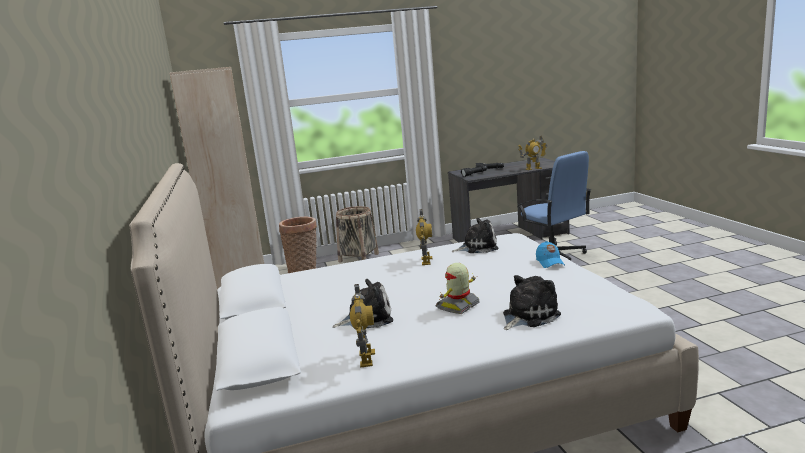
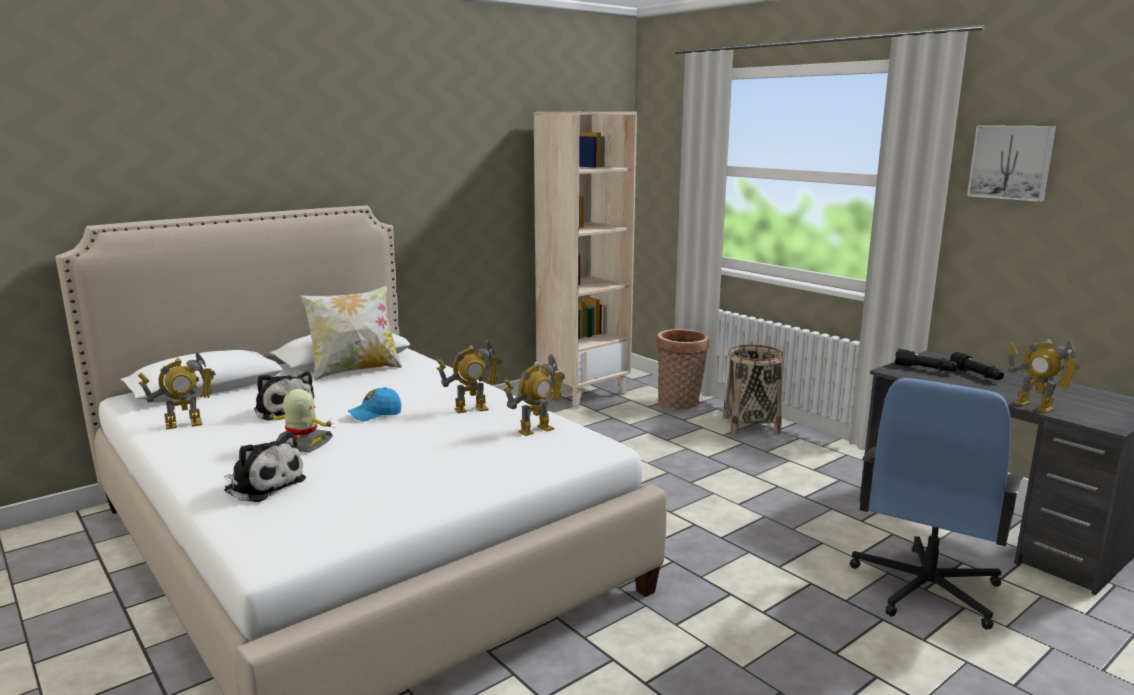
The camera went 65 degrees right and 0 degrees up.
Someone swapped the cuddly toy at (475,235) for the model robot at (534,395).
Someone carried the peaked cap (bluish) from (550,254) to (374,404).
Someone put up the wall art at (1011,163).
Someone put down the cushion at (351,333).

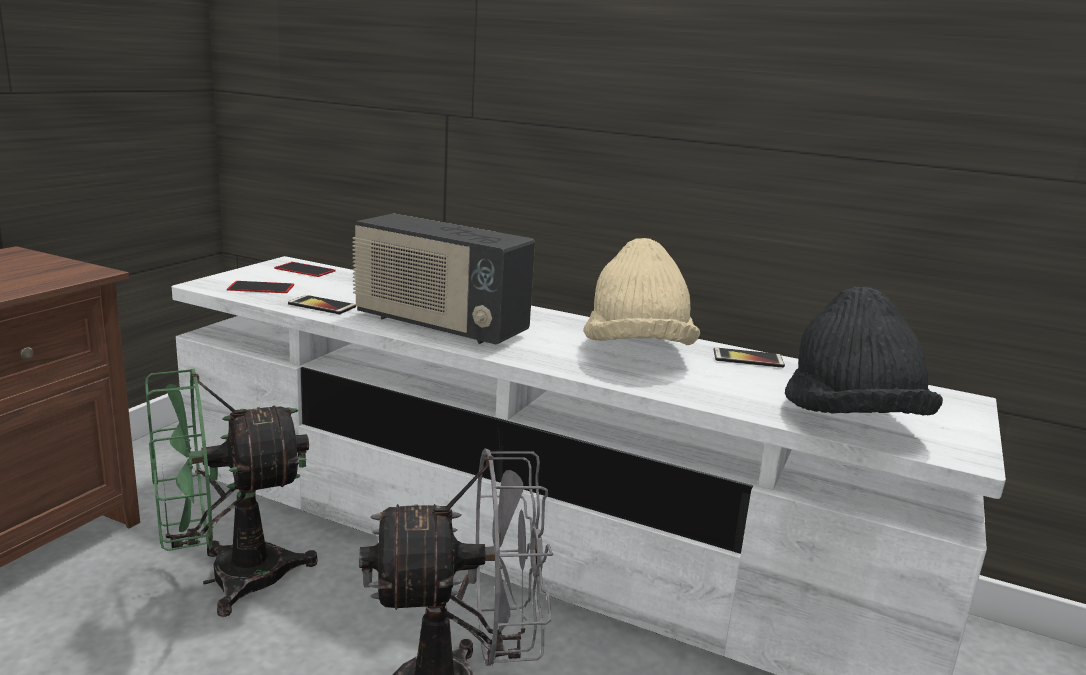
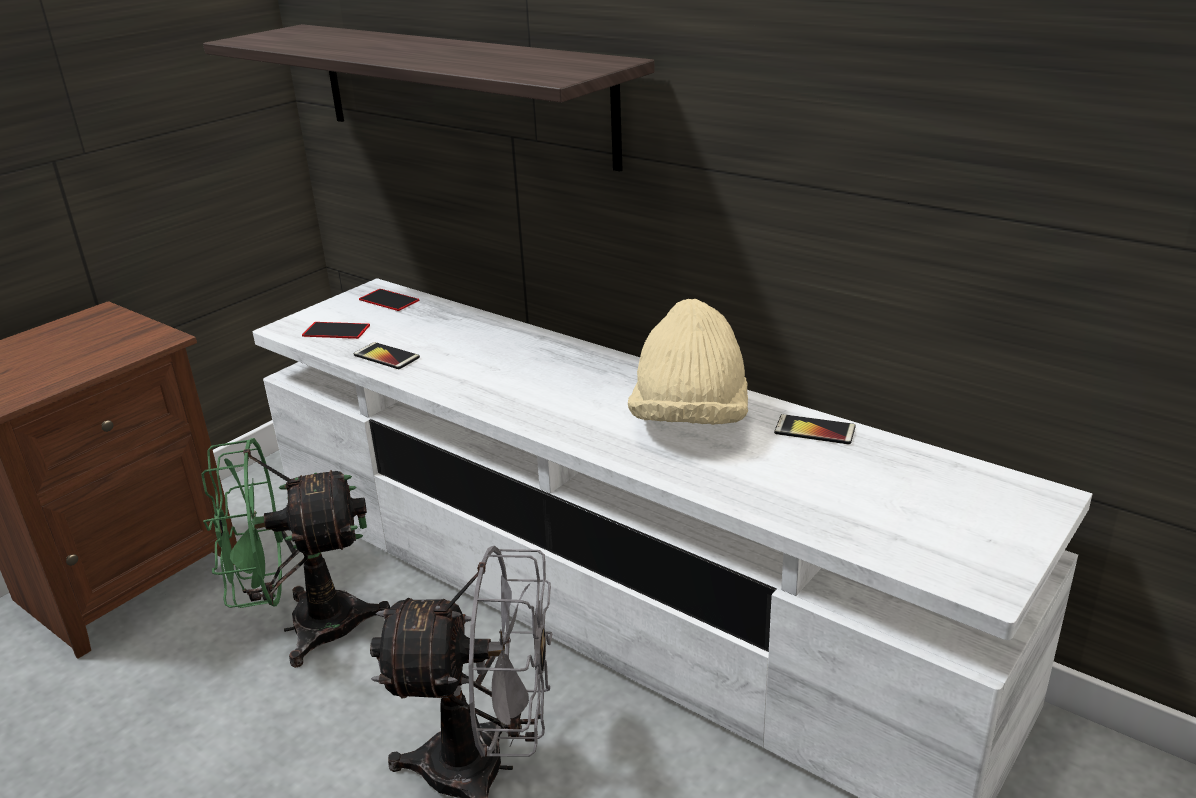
The camera went 15 degrees right and 10 degrees up.
Someone took away the radio receiver at (443,279).
Someone took away the hat (black) at (864,351).
Someone put up the wall shelf at (429,98).

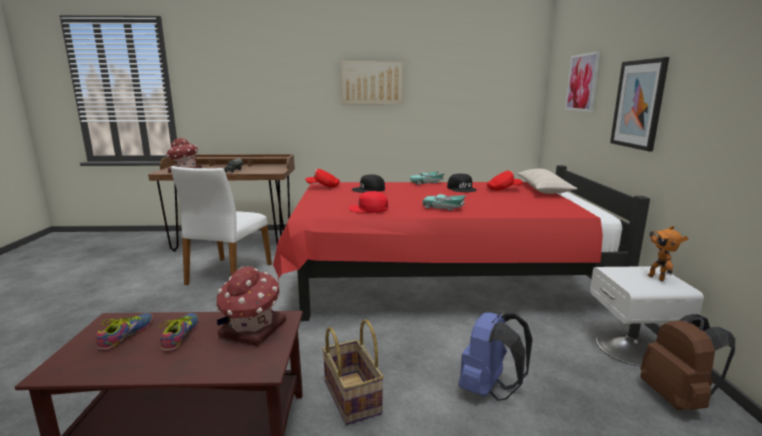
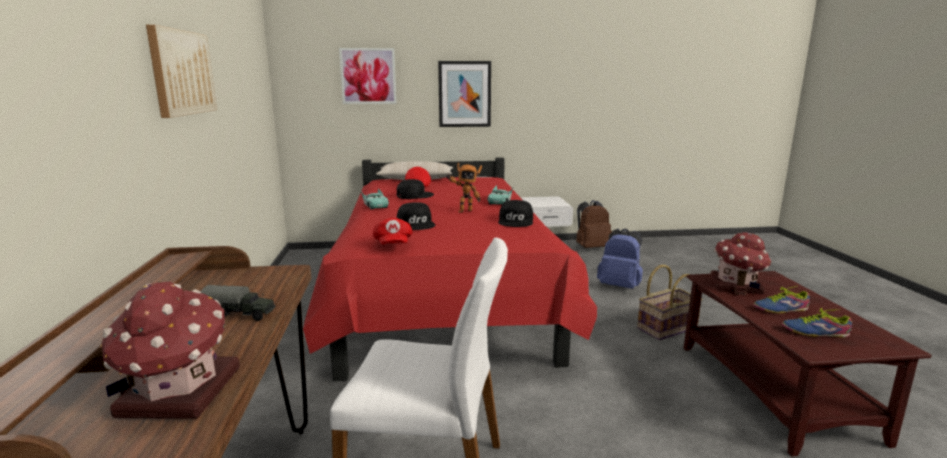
The camera went 95 degrees left and 0 degrees up.
Someone repainted the peaked cap (red-coloured) at (368,202), which became the peaked cap (black) at (515,213).
Someone carried the model robot from (668,253) to (464,188).

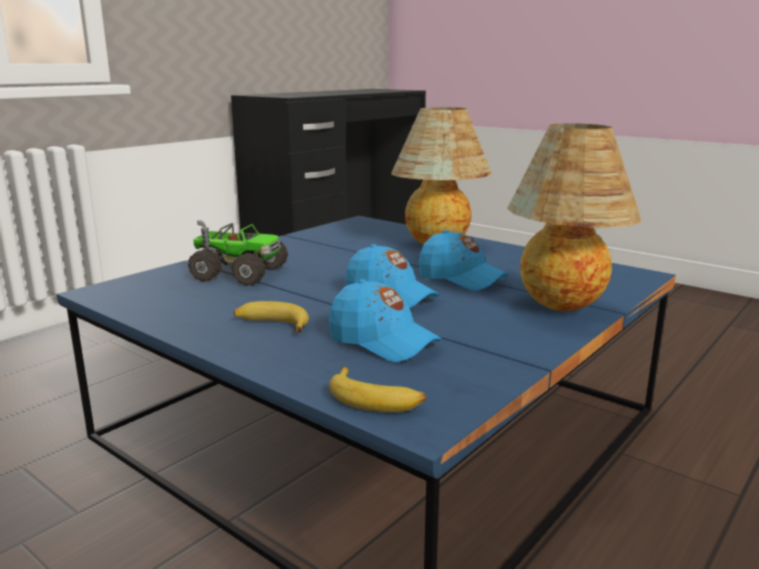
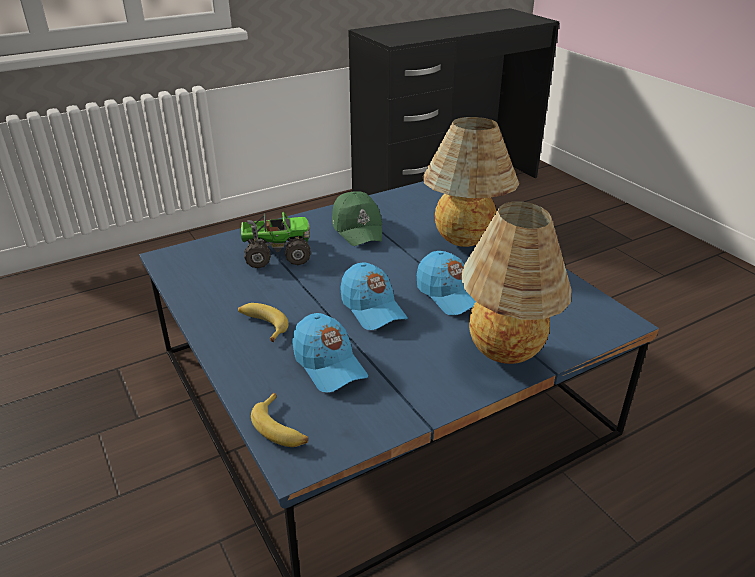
The camera went 20 degrees right and 15 degrees up.
Someone rotated the toy truck at (238,253) by 45 degrees counterclockwise.
Someone put down the peaked cap (green) at (357,218).

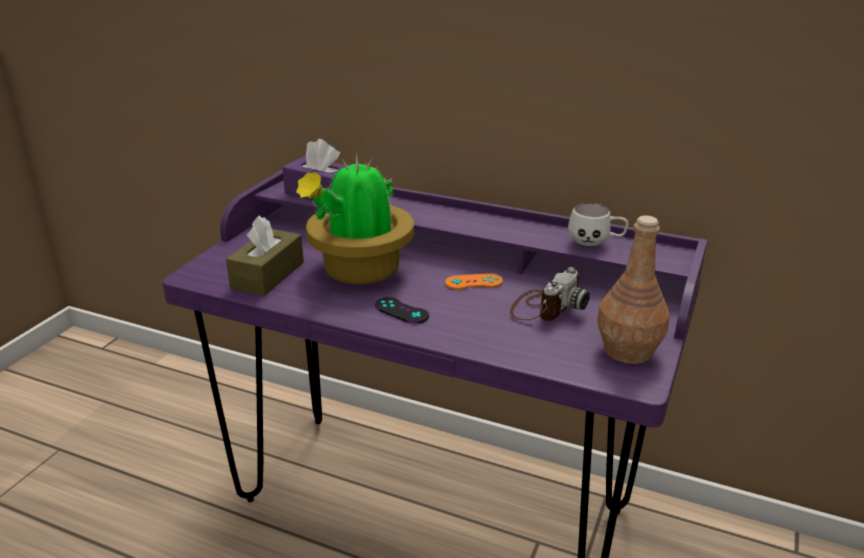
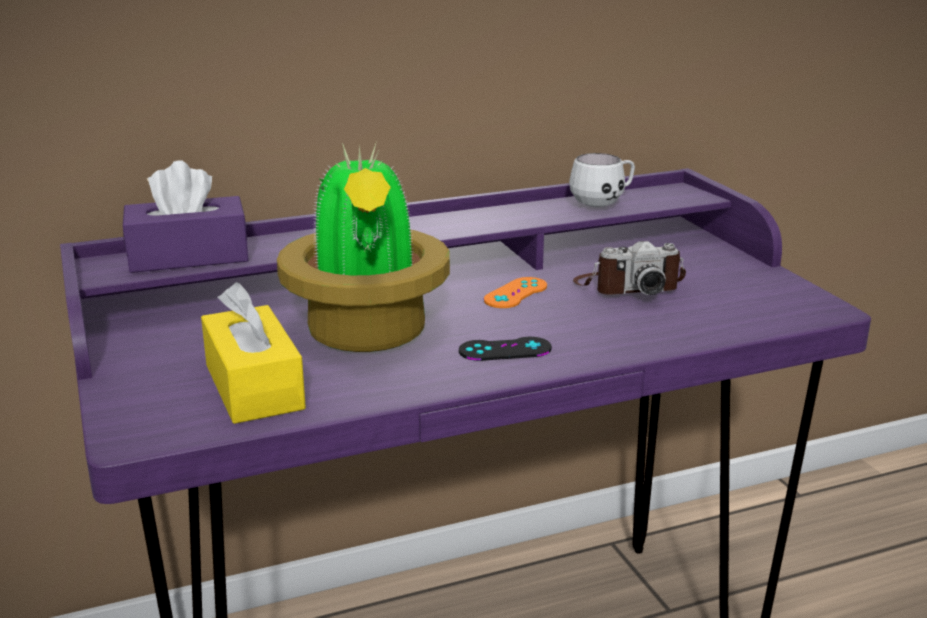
The camera went 45 degrees left and 5 degrees down.
Someone repainted the box of tissues (brown-coloured) at (265,255), which became the box of tissues (yellowish) at (253,353).
Someone took away the beverage bottle (brown-coloured) at (633,290).
Someone rotated the photo camera at (550,294) by 90 degrees clockwise.

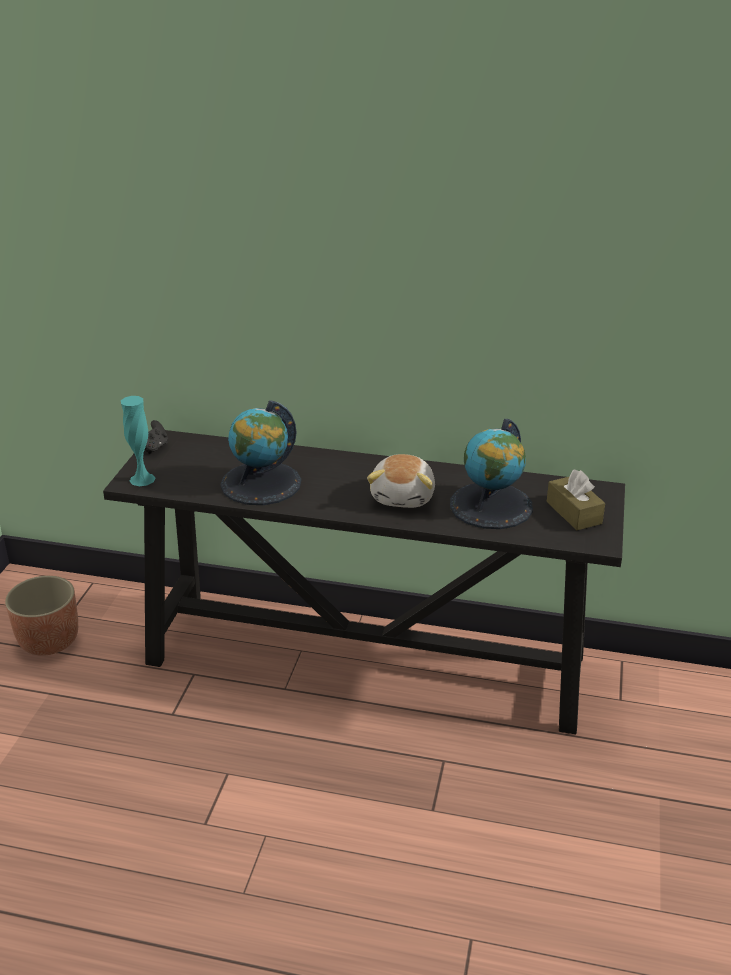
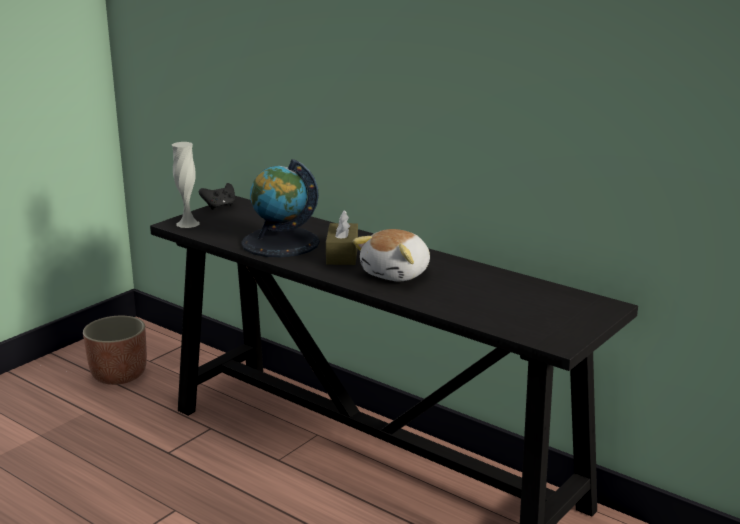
The camera went 25 degrees right and 10 degrees down.
Someone repainted the flower vase (turquoise) at (138,441), which became the flower vase (whitish) at (186,185).
Someone took away the desk globe at (491,474).
Someone carried the box of tissues (brown-coloured) from (576,499) to (342,237).

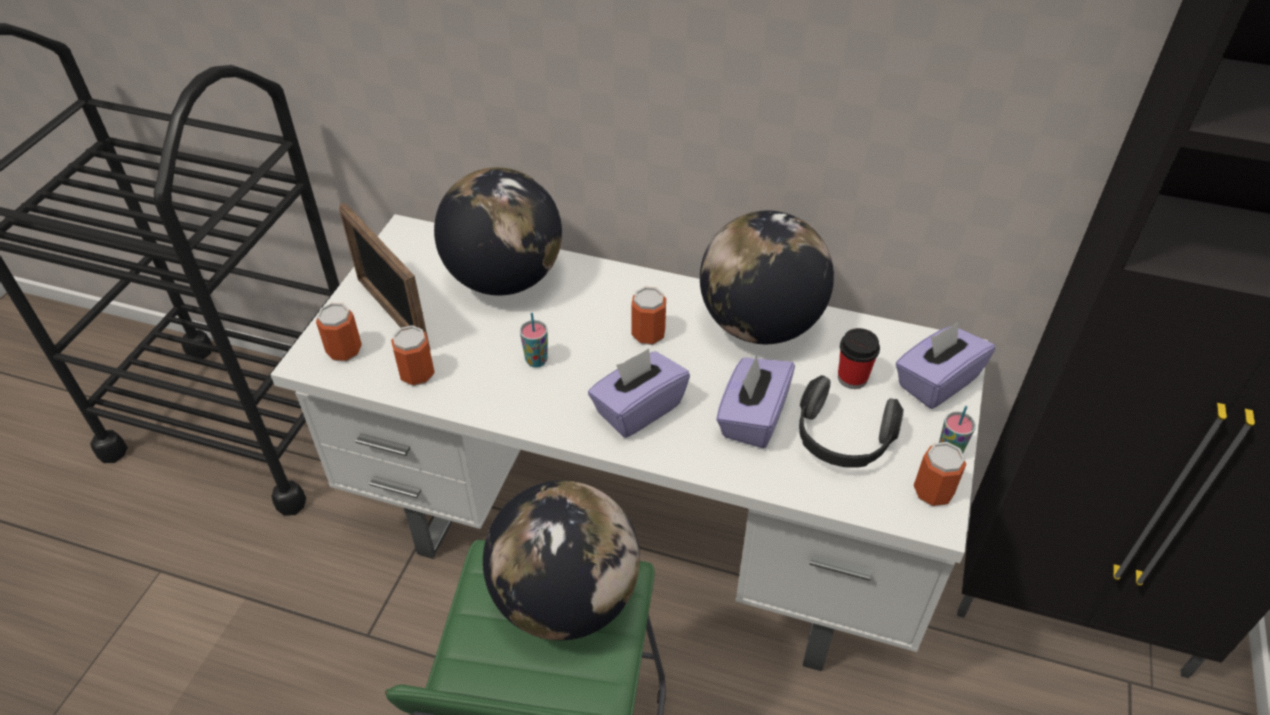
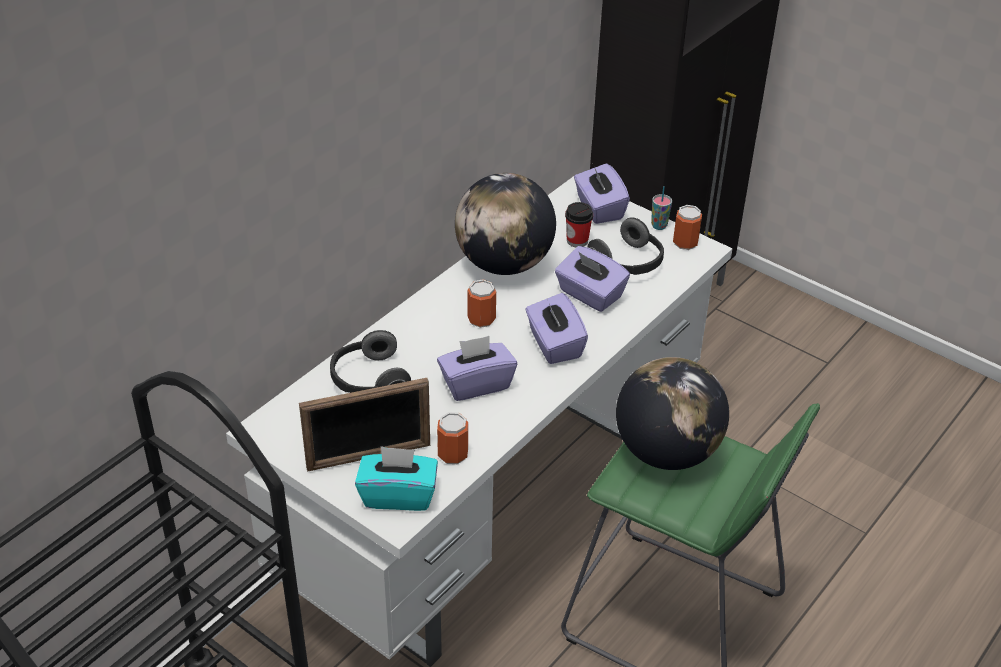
The camera went 70 degrees left and 5 degrees down.
Someone swapped the desk globe at (498,231) for the headset at (370,361).
Someone swapped the metal can at (339,332) for the box of tissues (turquoise) at (396,478).
Someone swapped the drinking cup at (534,340) for the box of tissues (purple) at (477,368).

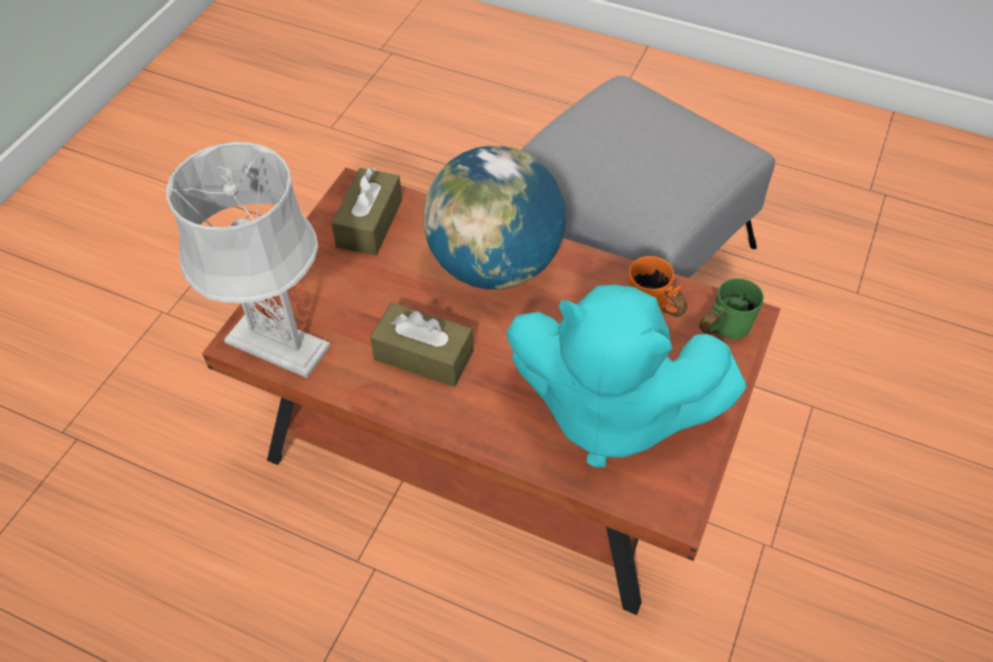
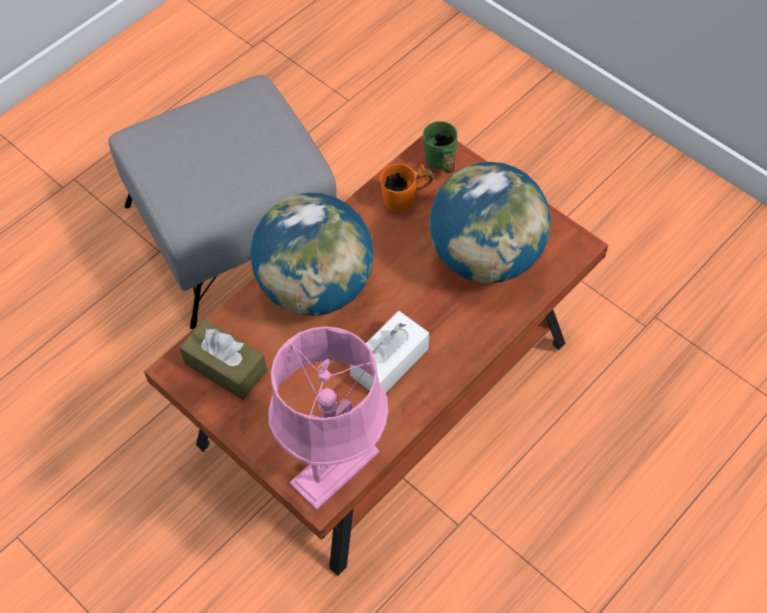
The camera went 70 degrees left and 5 degrees up.
Someone repainted the tabletop lamp (greyish) at (248,260), which became the tabletop lamp (pink-coloured) at (328,418).
Someone swapped the cuddly toy (turquoise) at (626,376) for the desk globe at (490,222).
Someone repainted the box of tissues (brown-coloured) at (421,345), which became the box of tissues (whitish) at (389,352).

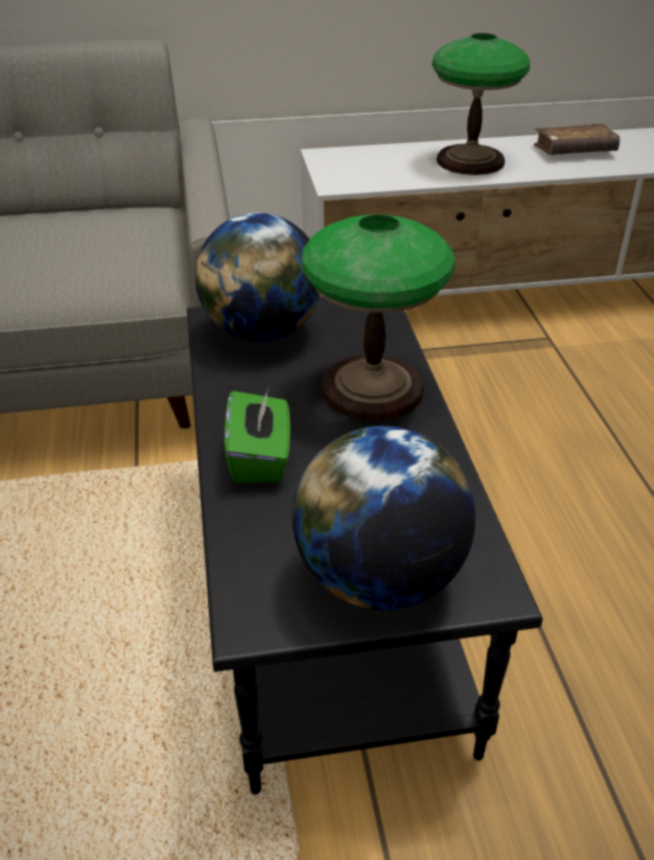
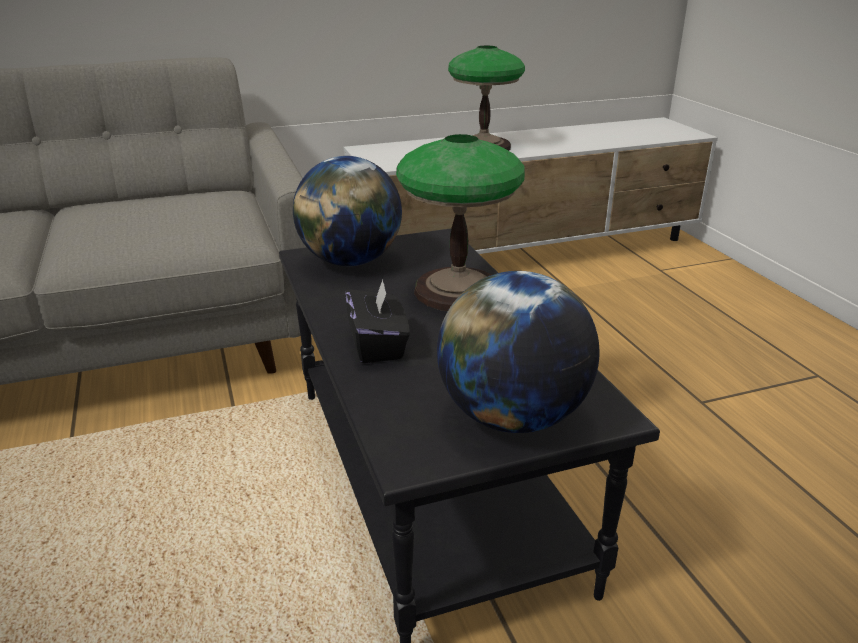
The camera went 10 degrees left and 10 degrees down.
Someone took away the bound book (brown-coloured) at (577,139).
Someone repainted the box of tissues (green) at (257,436), which became the box of tissues (black) at (377,321).

